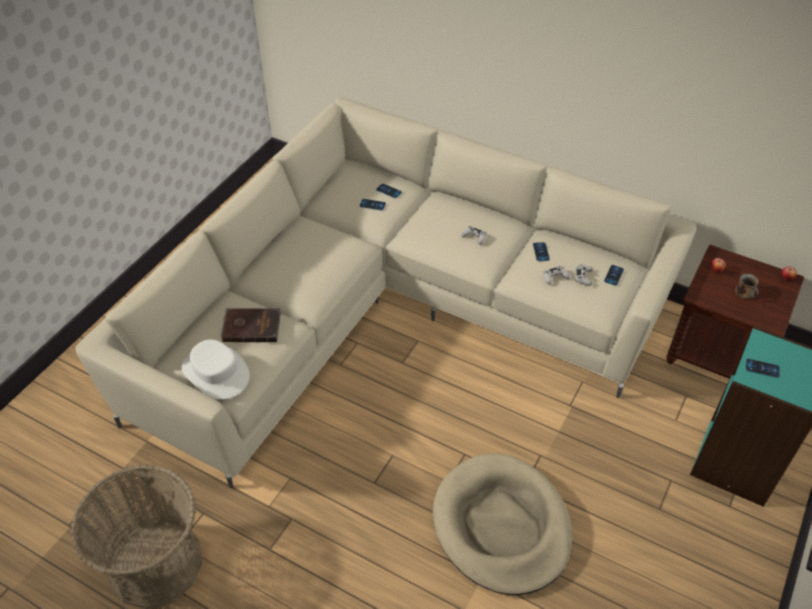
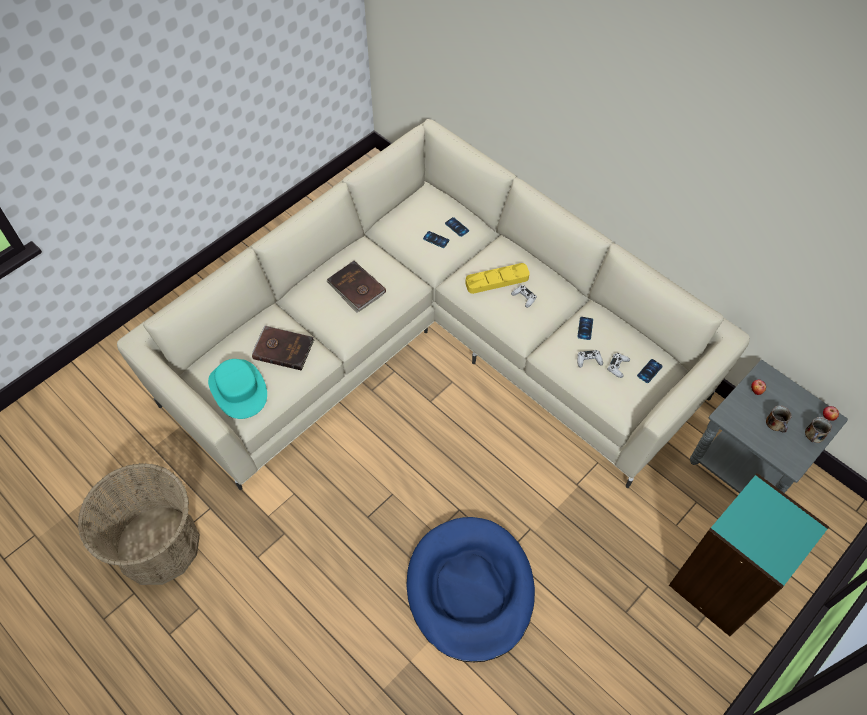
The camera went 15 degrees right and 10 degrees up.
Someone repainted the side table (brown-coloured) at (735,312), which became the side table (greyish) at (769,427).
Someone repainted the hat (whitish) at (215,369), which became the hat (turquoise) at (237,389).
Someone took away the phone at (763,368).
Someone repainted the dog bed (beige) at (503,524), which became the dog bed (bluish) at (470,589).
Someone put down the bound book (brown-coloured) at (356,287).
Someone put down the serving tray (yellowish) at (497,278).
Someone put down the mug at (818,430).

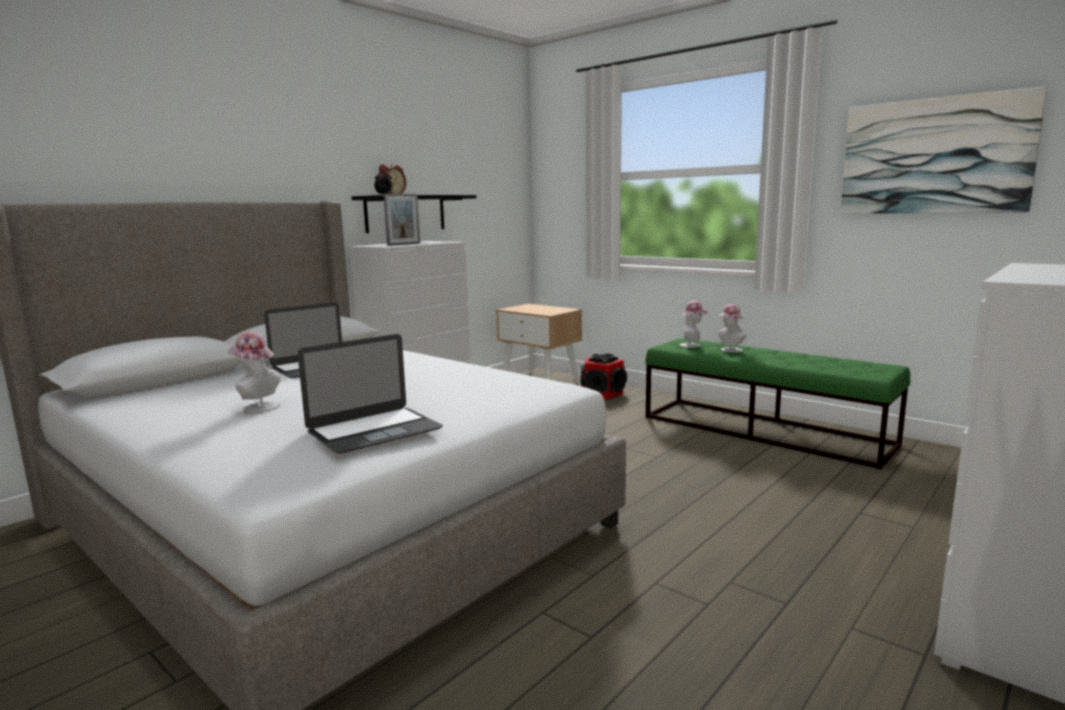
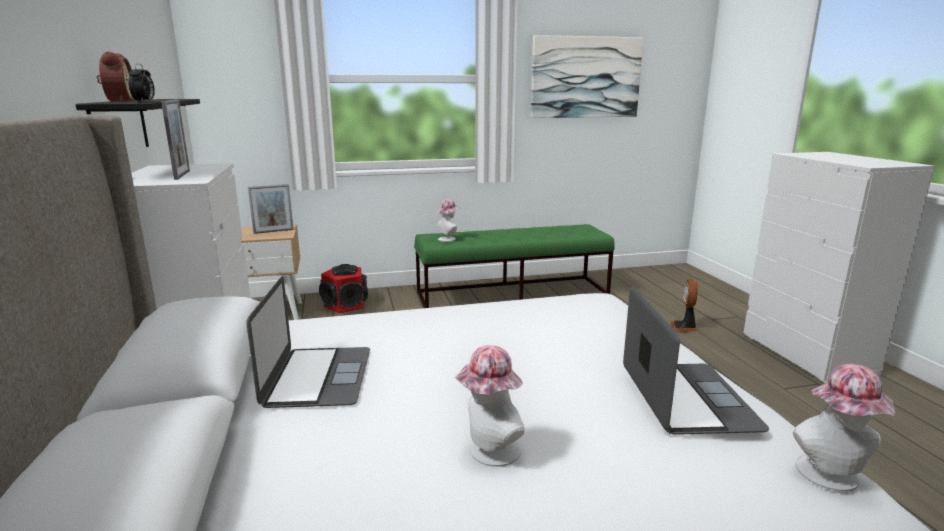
The camera went 55 degrees left and 5 degrees up.
Someone carried the hat from (732,328) to (844,427).
Someone put down the picture frame at (271,209).
Someone put down the fan at (684,306).

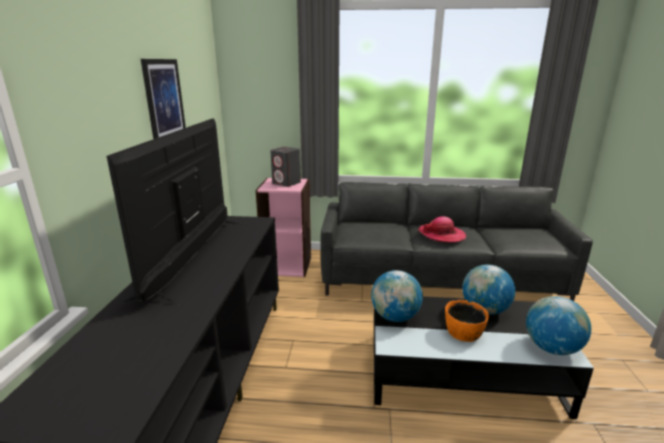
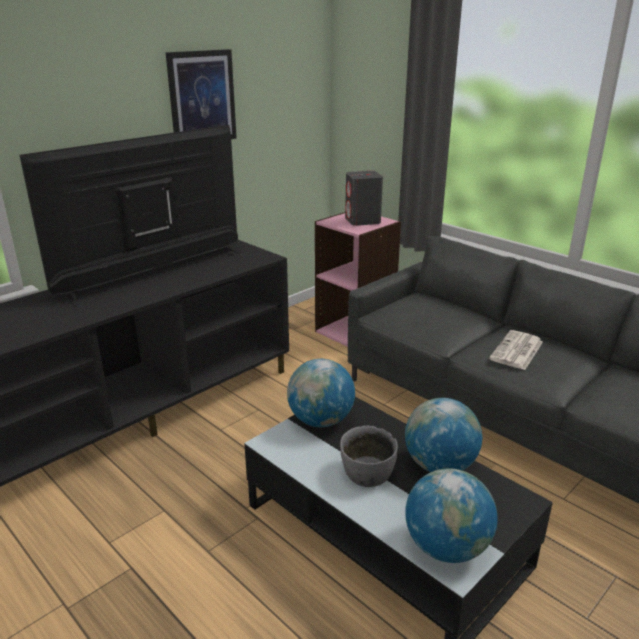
The camera went 40 degrees right and 5 degrees up.
Someone swapped the hat at (442,229) for the printed paper at (516,350).
Someone repainted the deep dish (orangey) at (467,321), which became the deep dish (greyish) at (369,456).

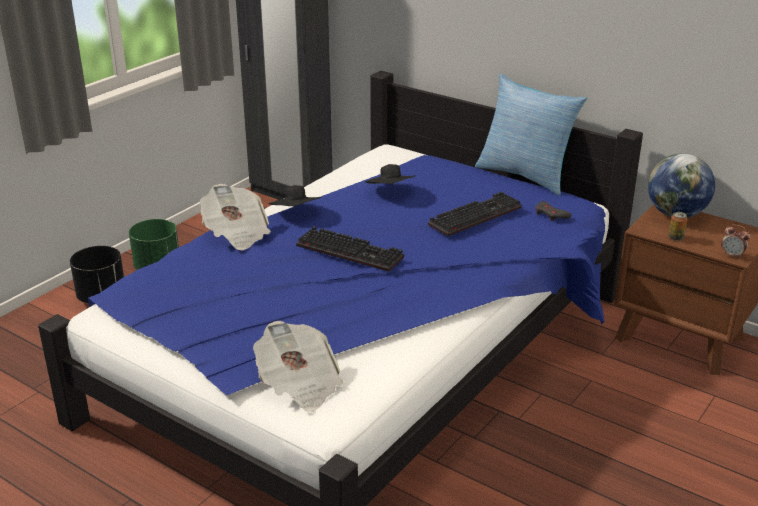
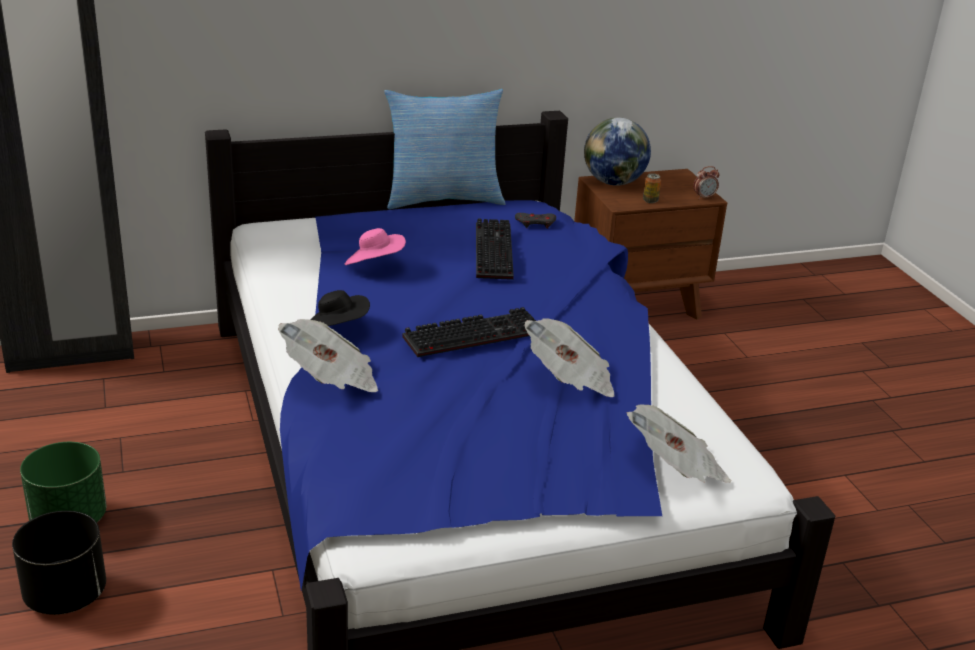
The camera went 55 degrees left and 0 degrees up.
Someone repainted the hat (black) at (390,174), which became the hat (pink-coloured) at (375,246).
Someone put down the printed paper at (569,357).

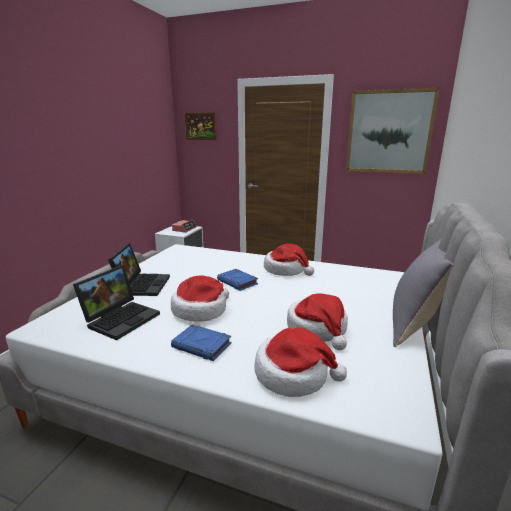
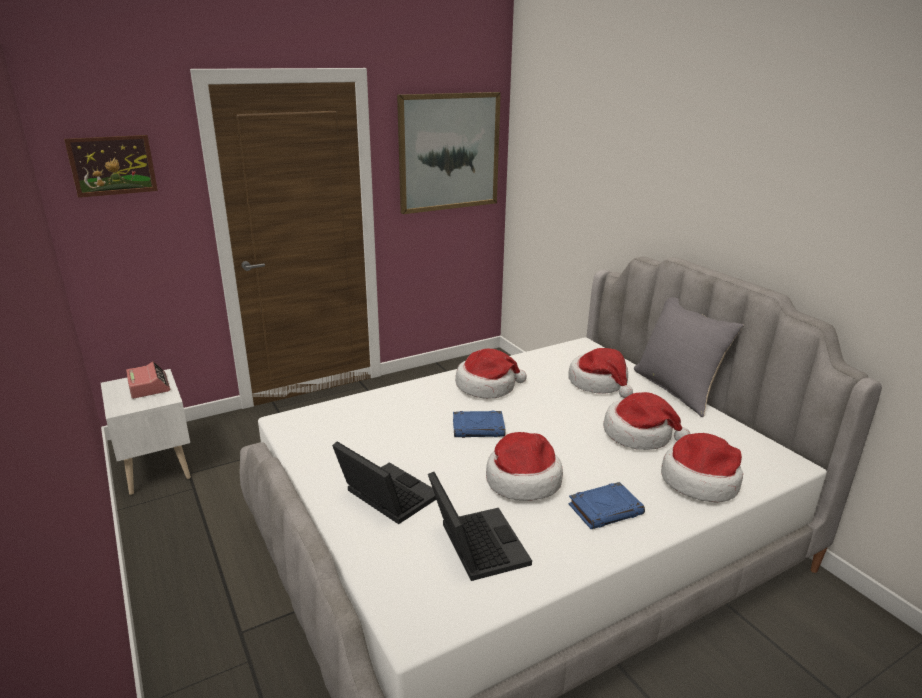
The camera went 50 degrees left and 5 degrees up.
Someone put down the hat at (600,373).

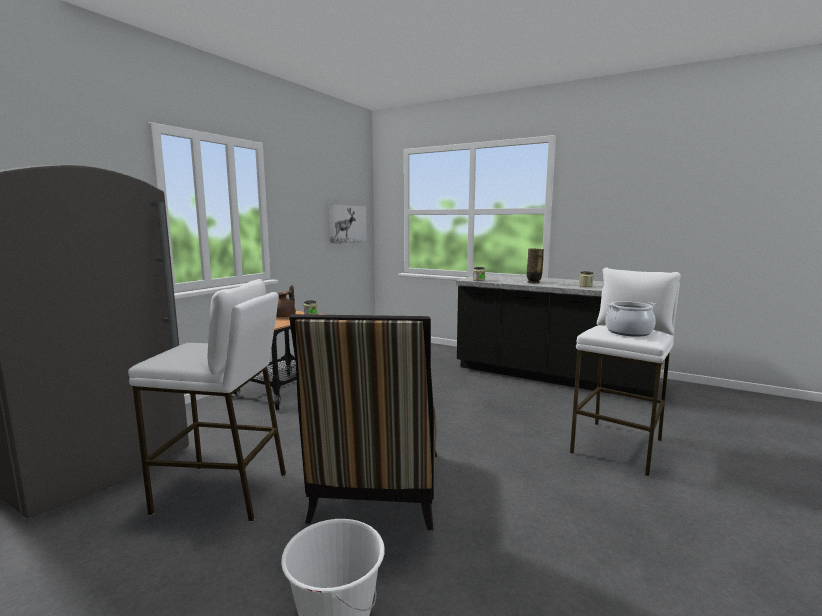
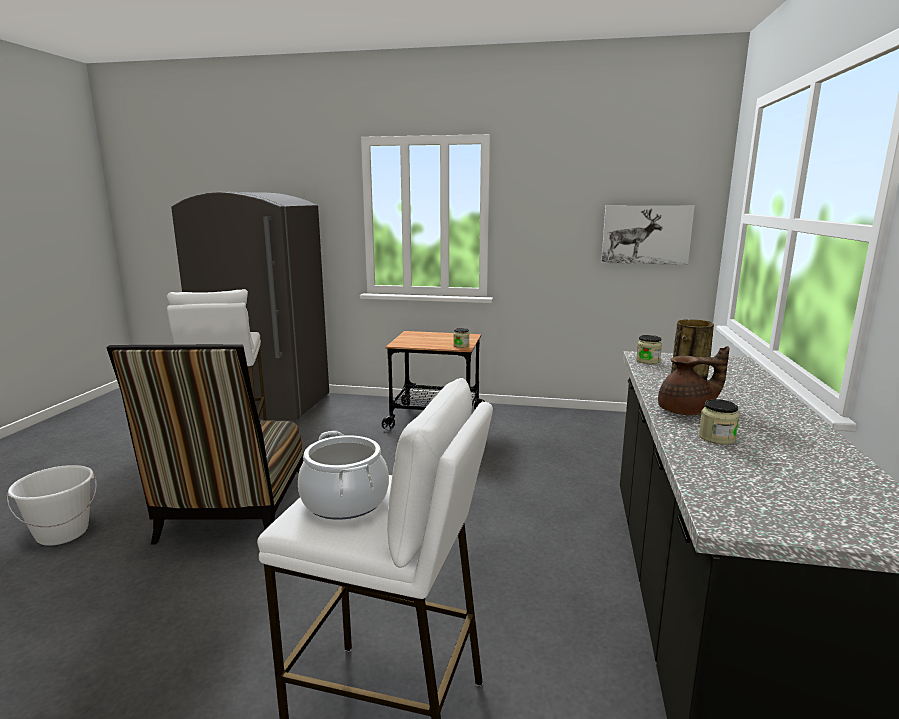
The camera went 70 degrees right and 5 degrees up.
Someone carried the teapot (brown-coloured) from (286,301) to (693,380).
Someone rotated the chair at (363,422) by 75 degrees counterclockwise.

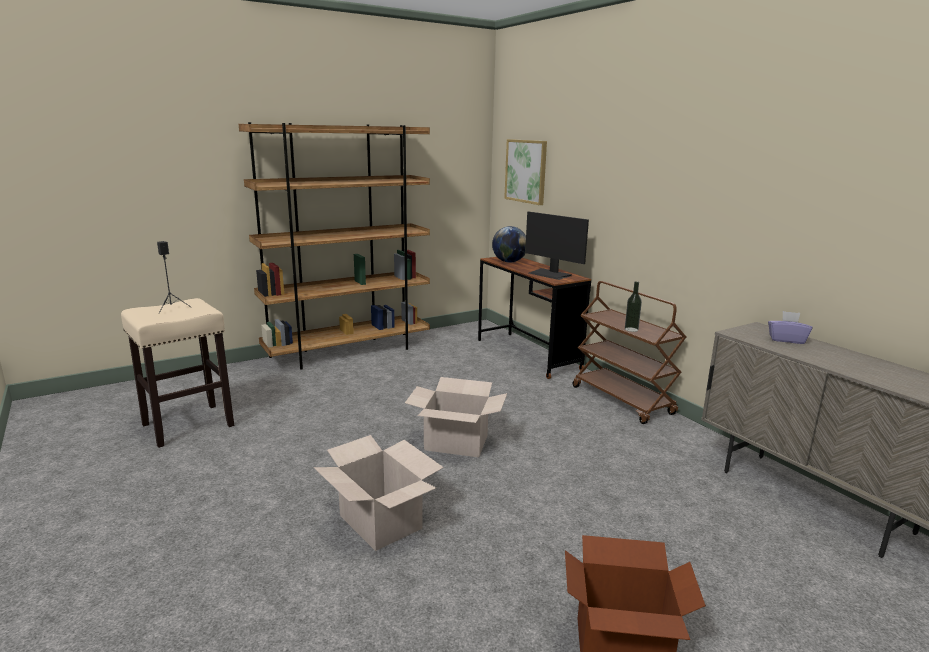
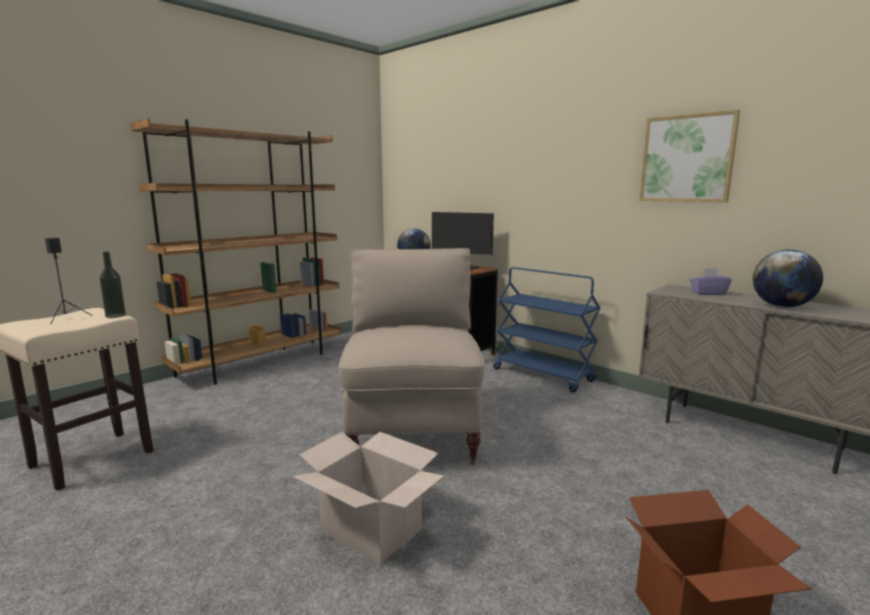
The camera went 15 degrees left and 5 degrees down.
Someone carried the wall art from (525,172) to (689,156).
Someone repainted the trolley (brown-coloured) at (629,352), which became the trolley (bluish) at (546,329).
Someone carried the beverage bottle from (633,306) to (112,284).
Someone swapped the cardboard box at (456,417) for the chair (beige) at (411,356).
Someone put down the desk globe at (788,278).

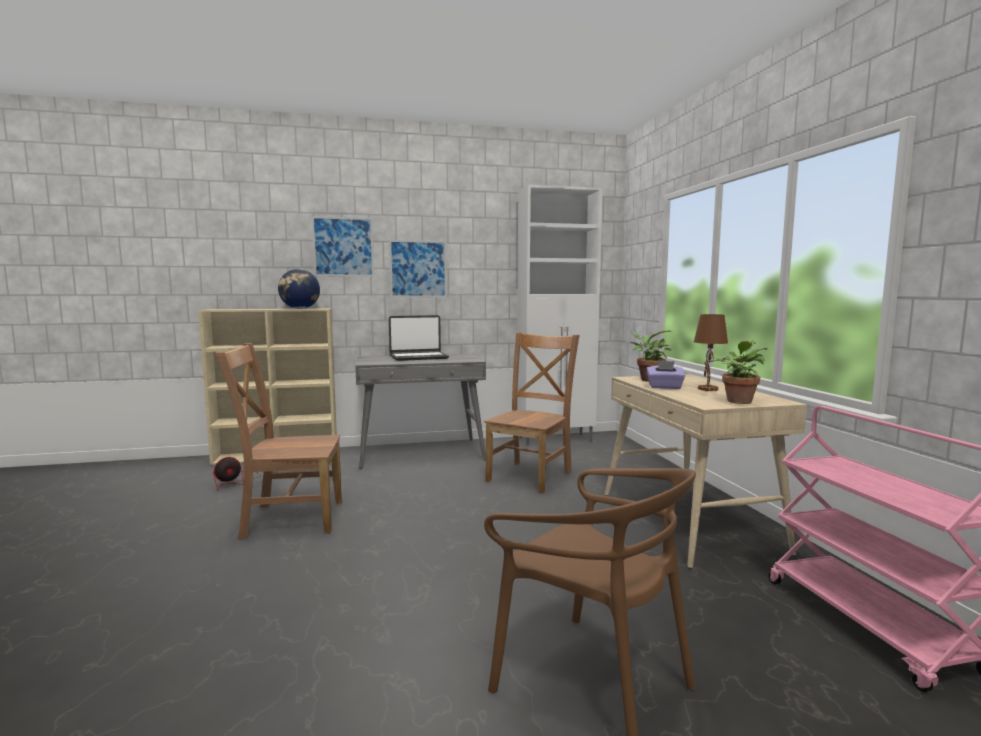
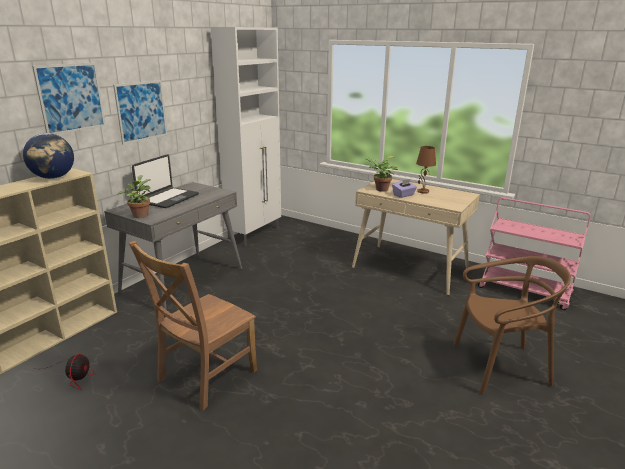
The camera went 45 degrees left and 15 degrees up.
Someone took away the chair (brown-coloured) at (532,412).
Someone carried the plant in a pot from (739,372) to (133,196).

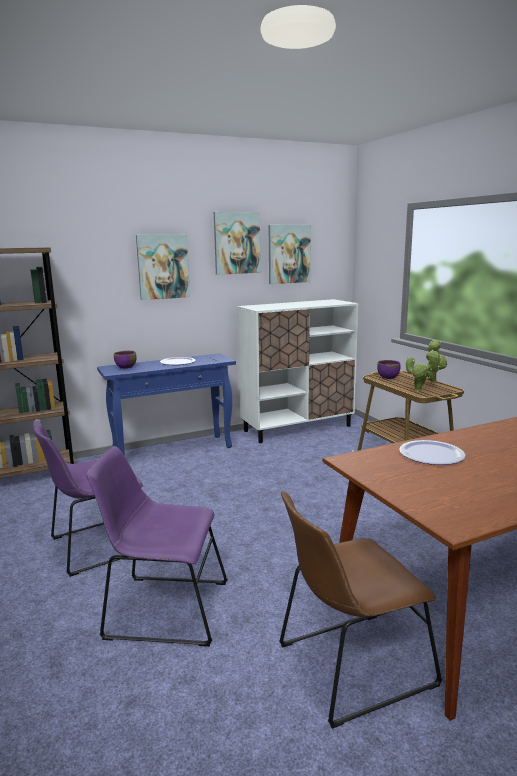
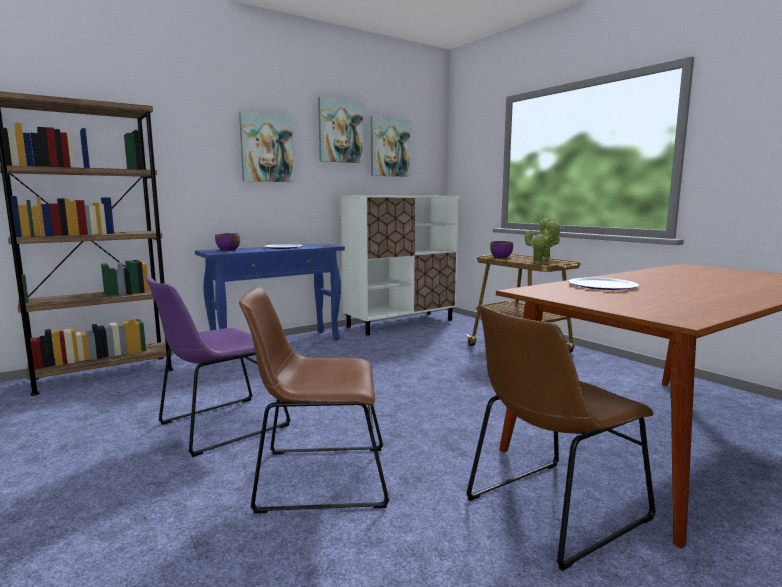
The camera went 10 degrees left and 5 degrees down.
Someone repainted the chair (purple) at (157,546), which became the chair (brown-coloured) at (314,400).

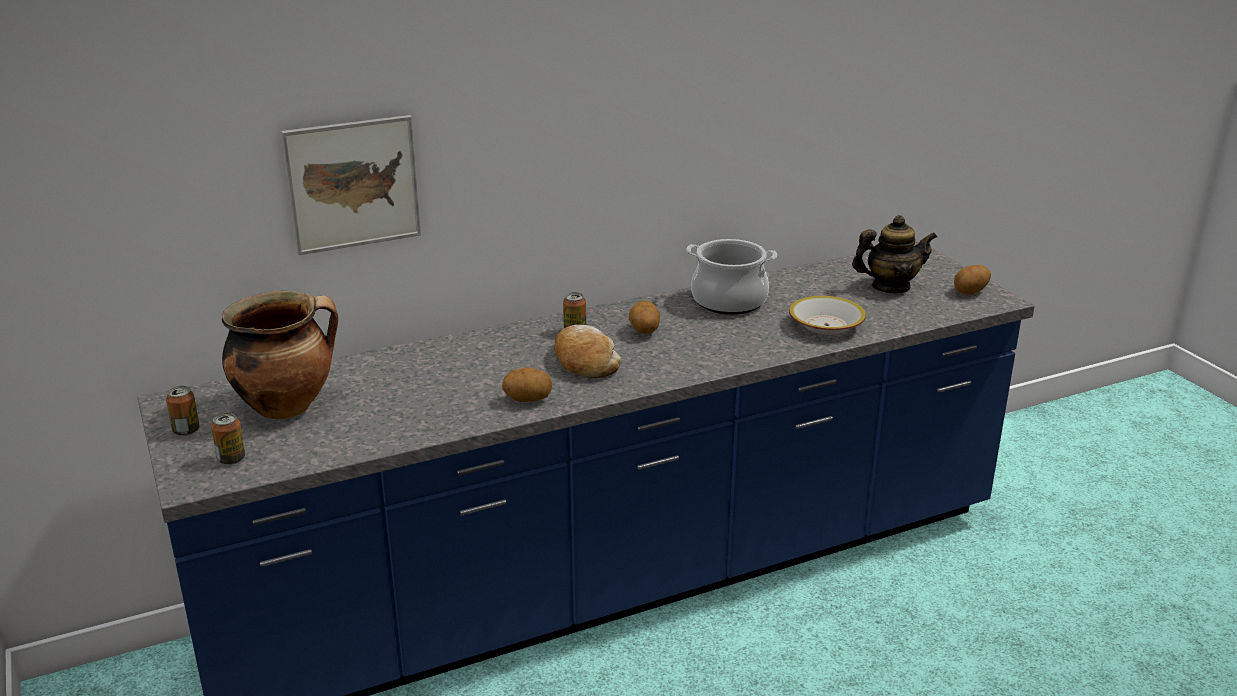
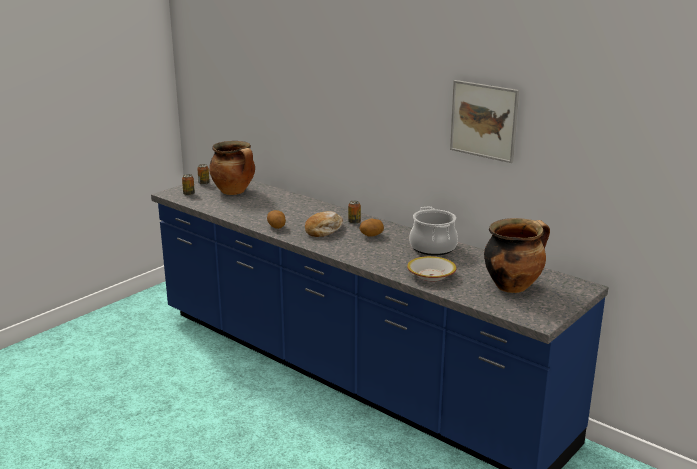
The camera went 65 degrees right and 5 degrees down.
Someone carried the wall art from (351,185) to (484,121).
Someone swapped the teapot at (894,254) for the saucepot at (517,255).
Someone took away the potato at (972,280).

